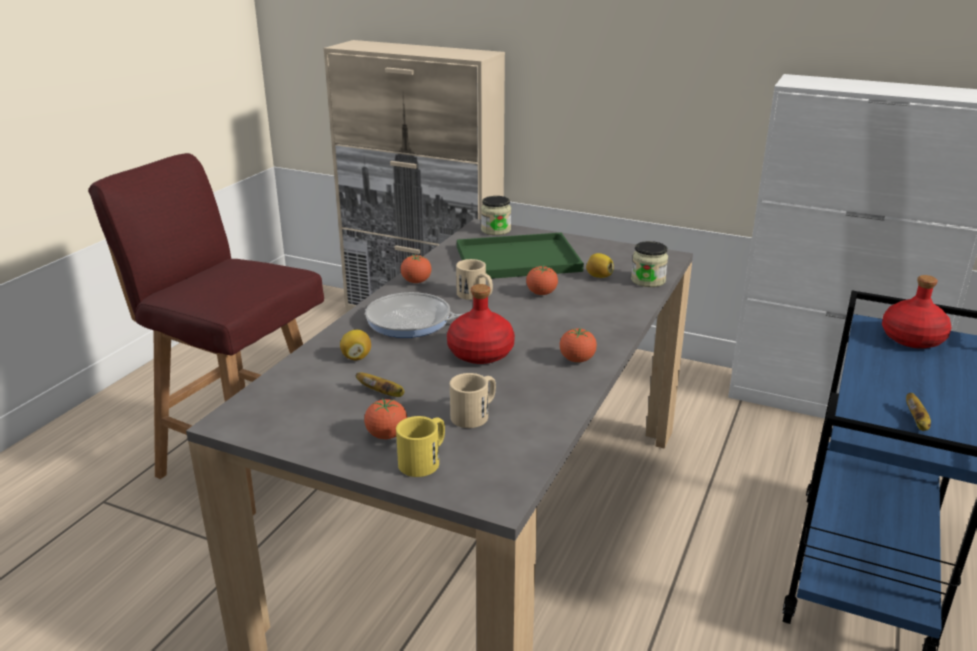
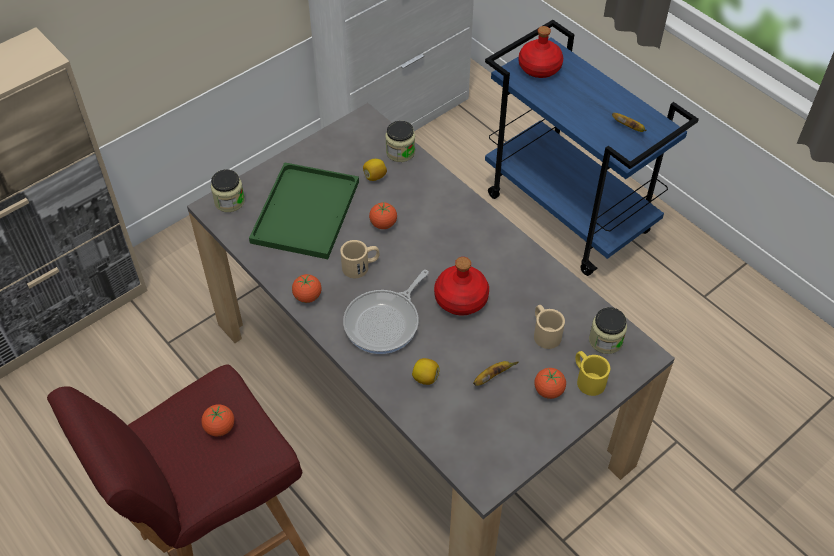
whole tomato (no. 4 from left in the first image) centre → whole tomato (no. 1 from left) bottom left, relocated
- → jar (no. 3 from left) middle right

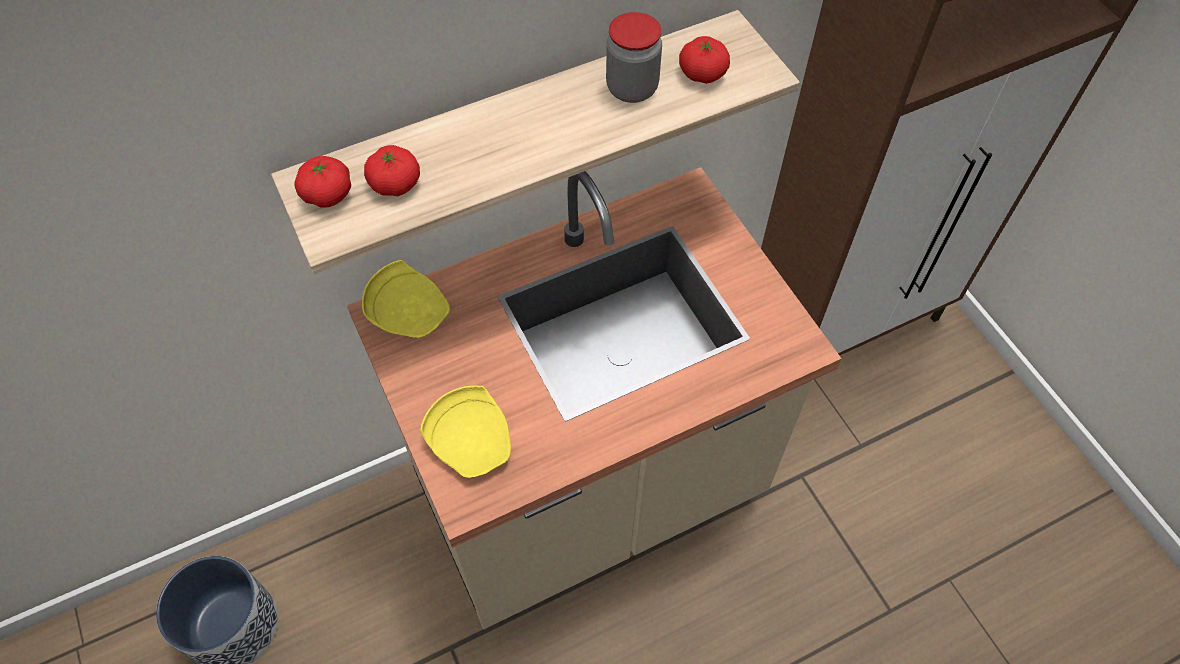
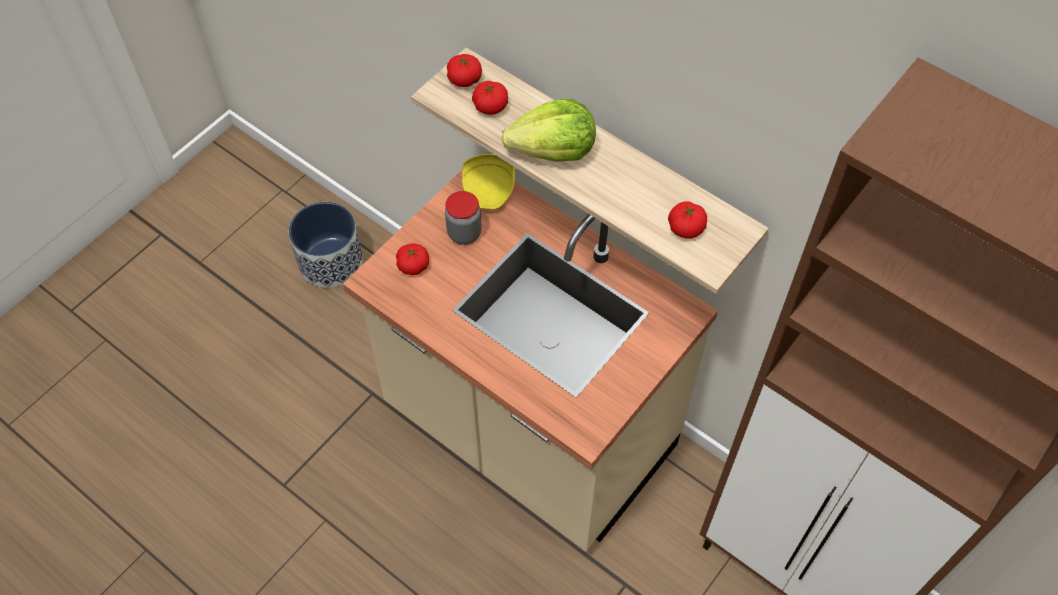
jar top centre → jar centre, relocated
yellow plate (no. 2 from left) centre → whole tomato (no. 1 from left) centre
- → lettuce top centre

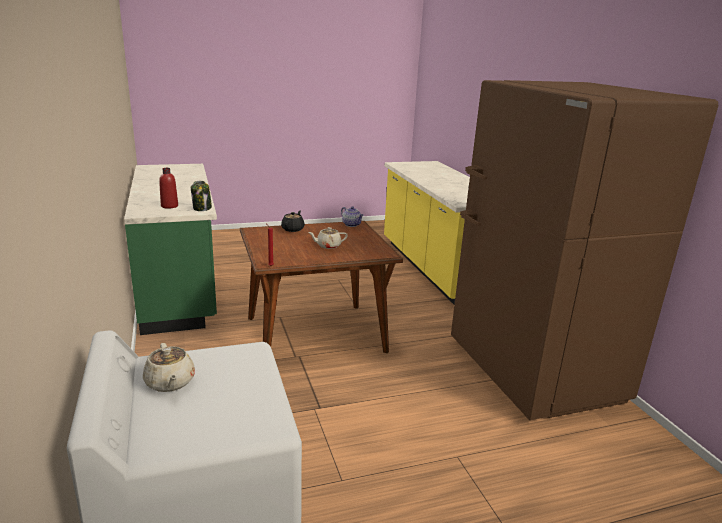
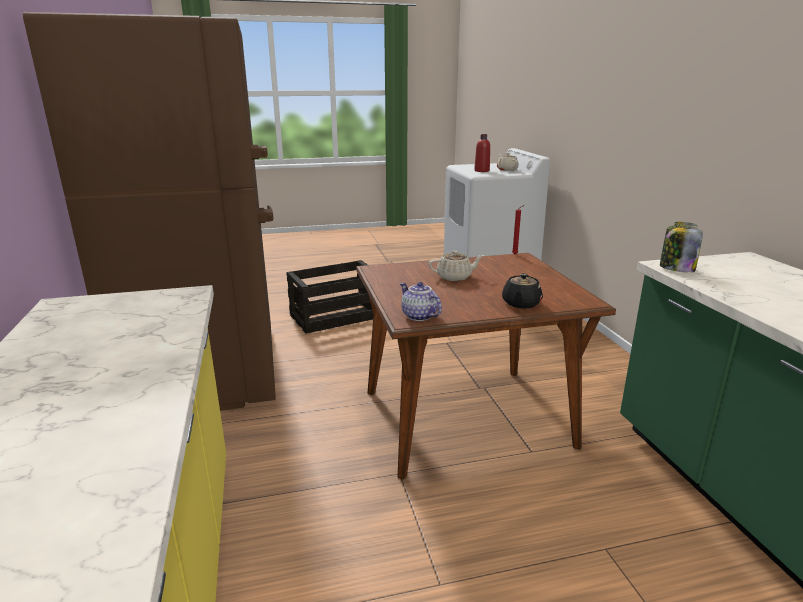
red beverage bottle middle left → red beverage bottle top centre, relocated
- → shipping crate centre

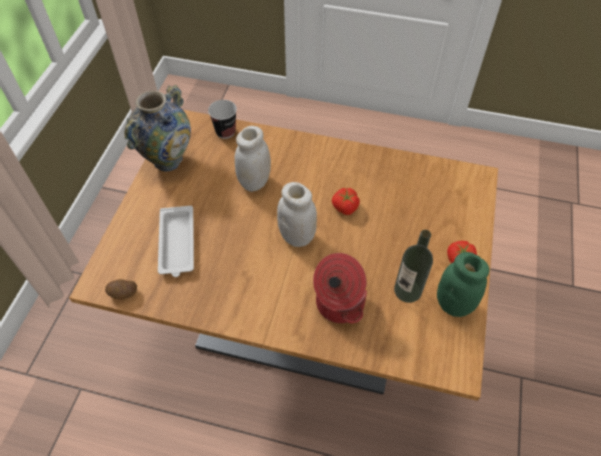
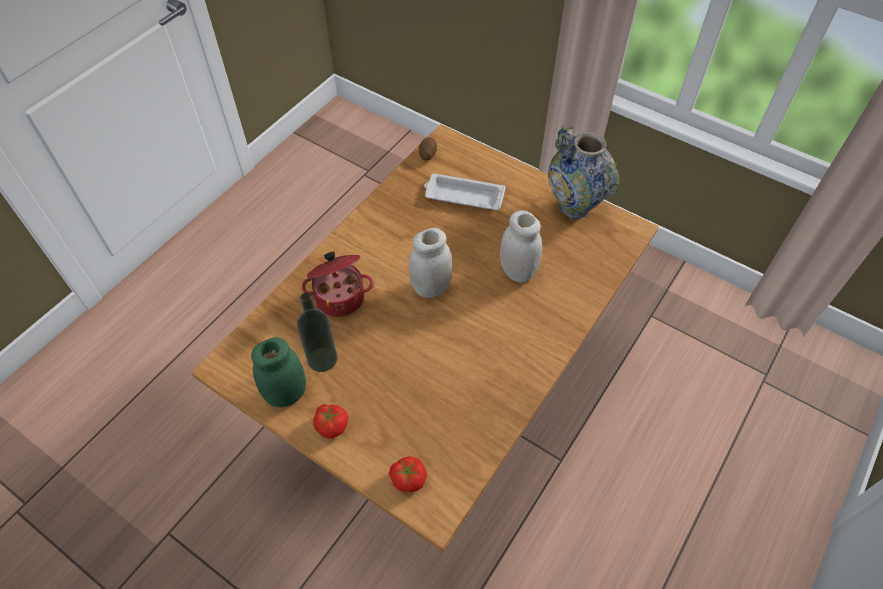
cup top centre → -
whole tomato (no. 1 from left in the first image) centre → whole tomato (no. 2 from left) bottom centre, relocated

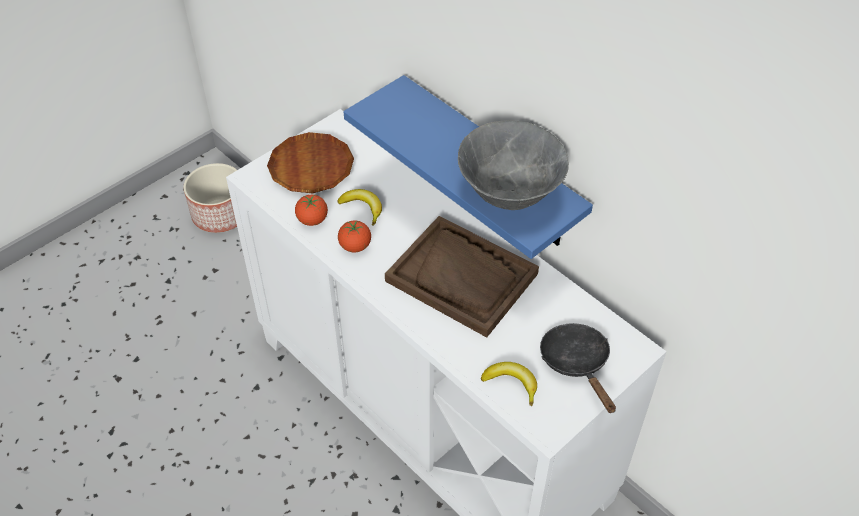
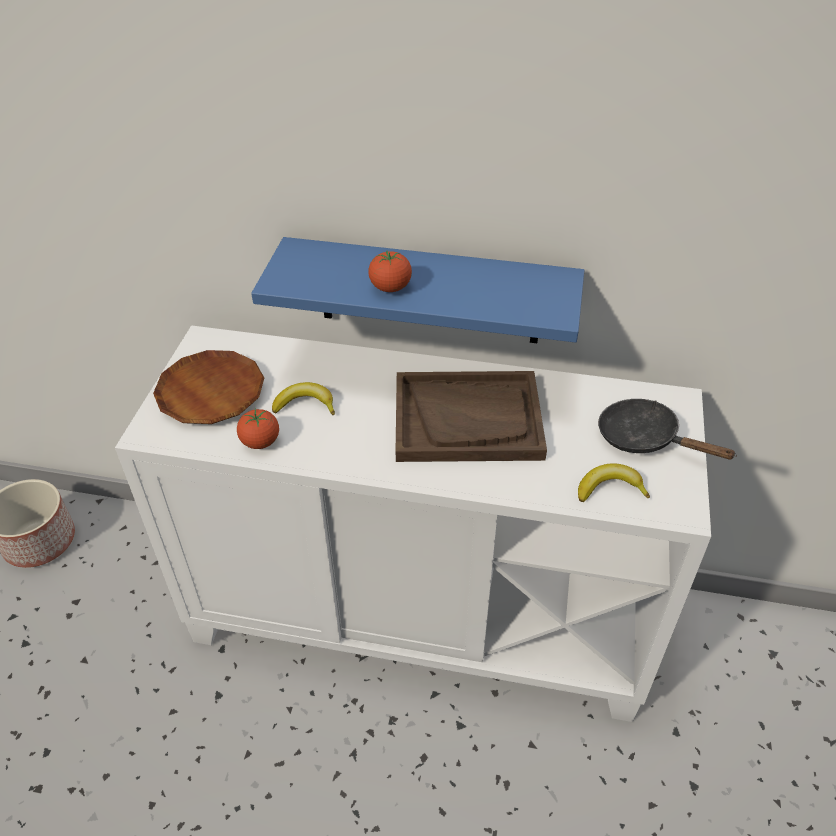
gray bowl top centre → -
whole tomato (no. 2 from left) centre → whole tomato (no. 2 from left) top centre, relocated

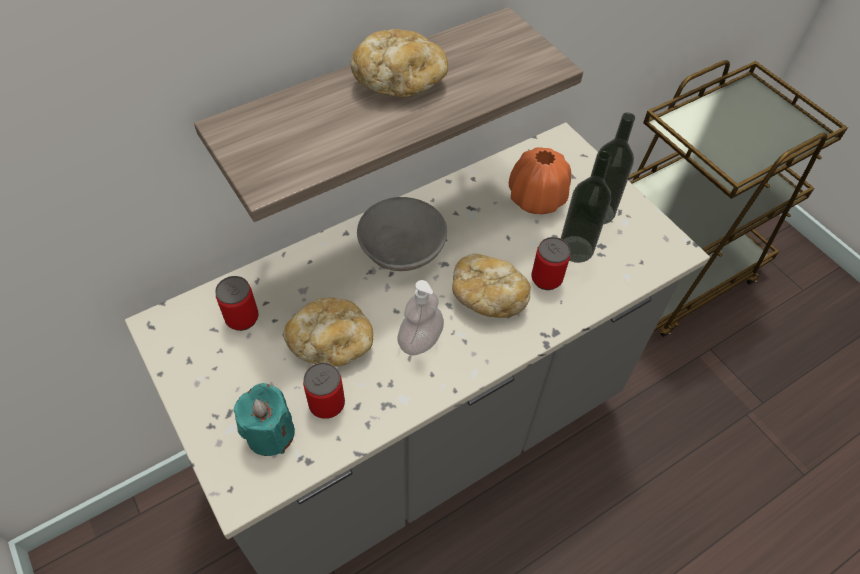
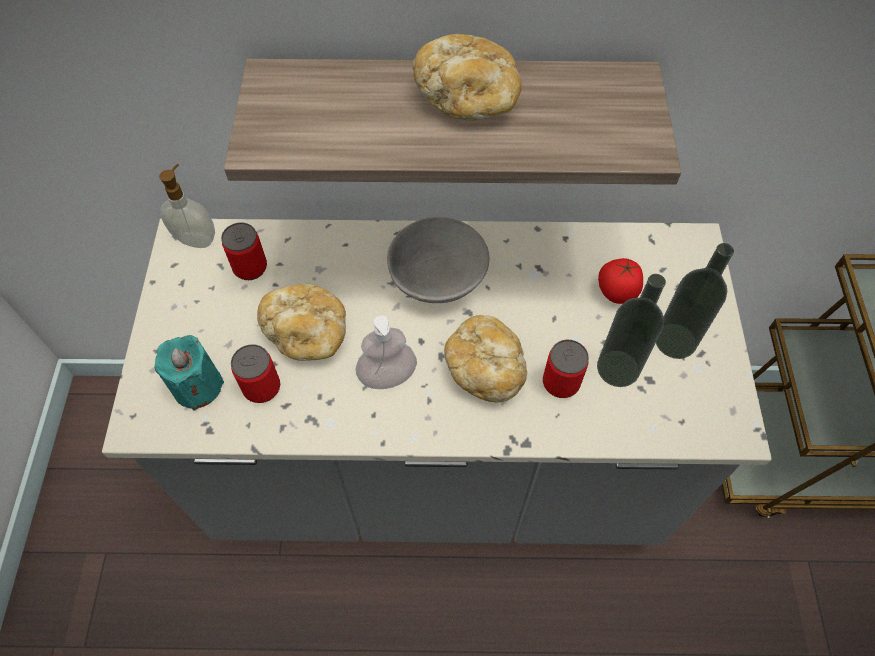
orangey flower vase top centre → whole tomato middle right
- → liquid soap bottle (no. 1 from left) top left

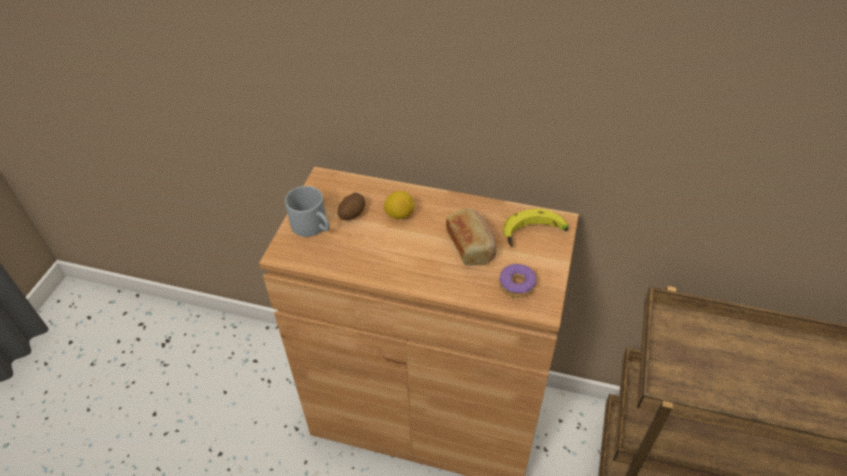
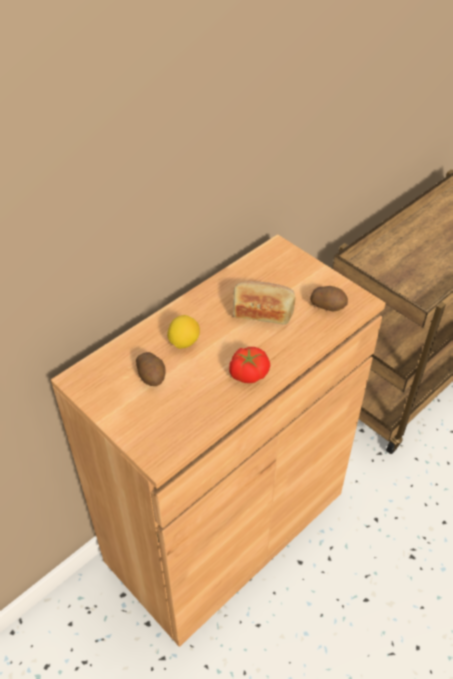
gray coffee mug centre → -
banana fruit centre → -
ring doughnut centre → whole potato (no. 2 from left) middle right
- → whole tomato centre

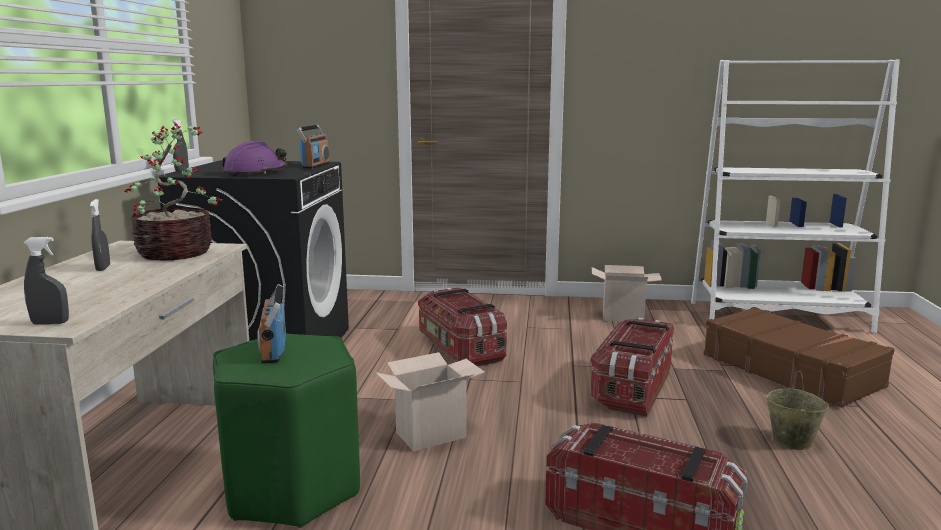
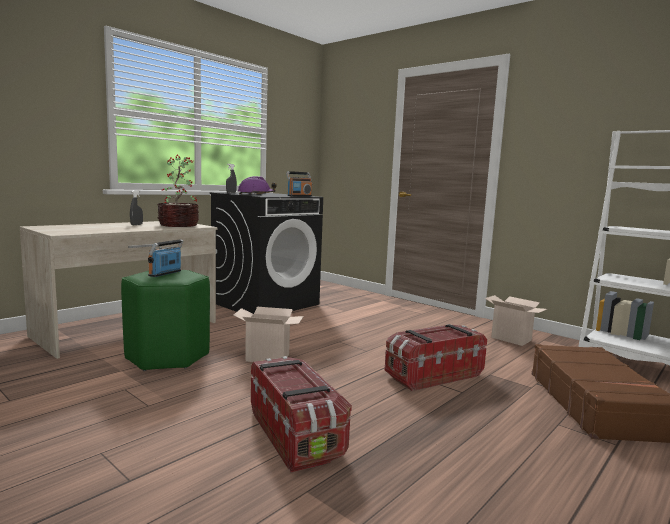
gray sprayer (no. 1 from left) middle left → -
storage box (no. 1 from left) centre → -
beige-coloured water bucket bottom right → -

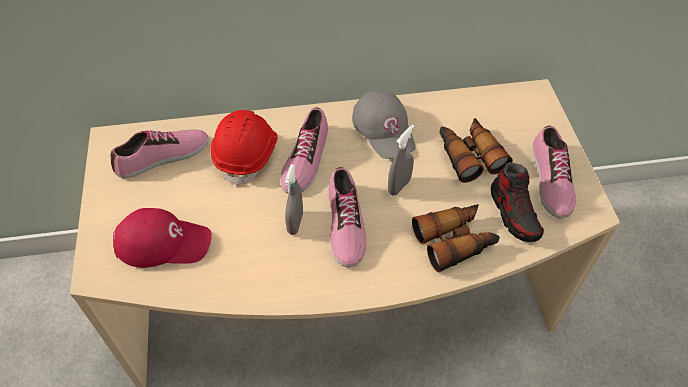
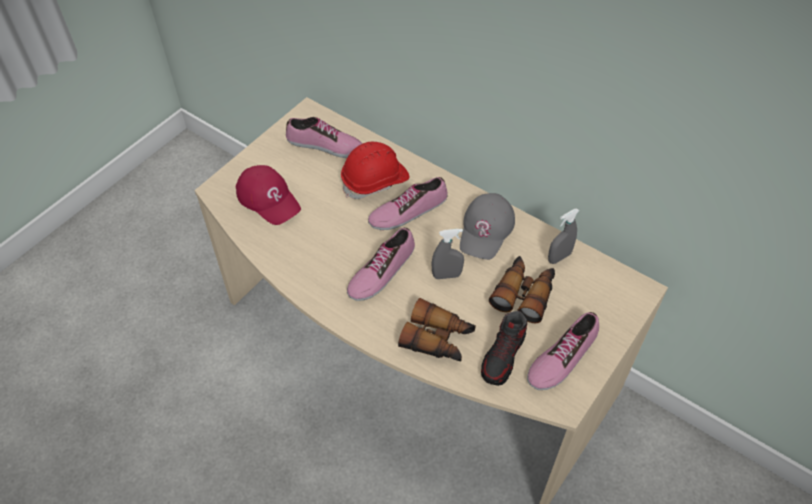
gray sprayer (no. 1 from left in the first image) centre → gray sprayer (no. 2 from left) middle right, relocated

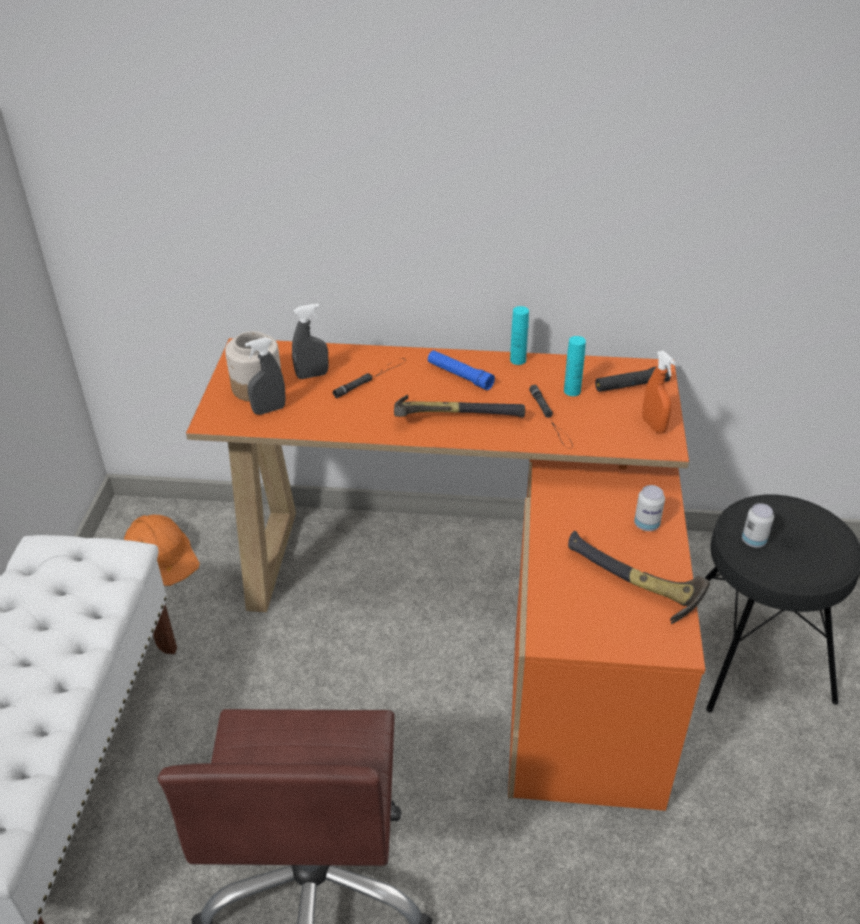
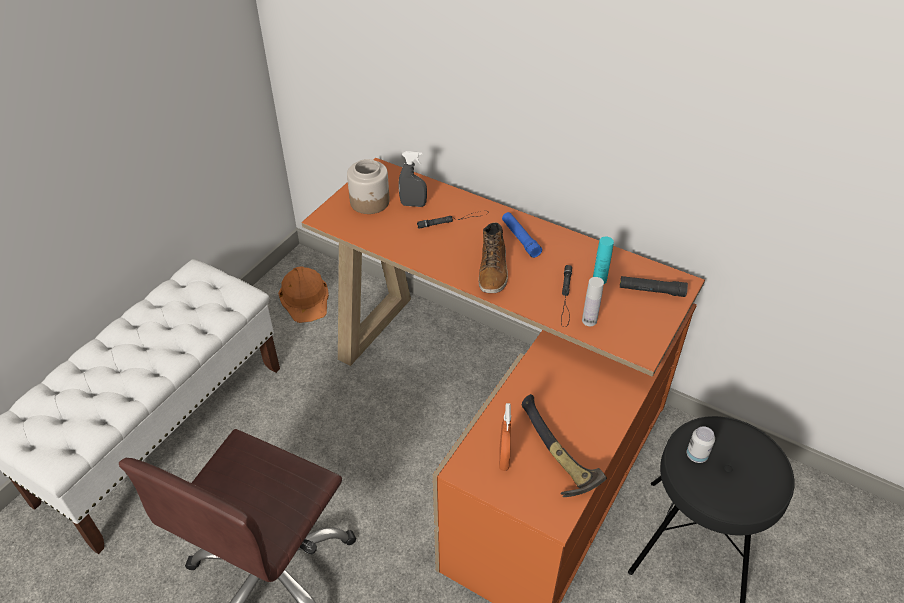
blue-green beverage bottle (no. 1 from left) centre → -
gray sprayer (no. 1 from left) middle left → -
orangey sprayer middle right → orangey sprayer bottom centre, relocated
hand hammer (no. 1 from left) centre → tall boot centre
metal can (no. 1 from left) middle right → -
- → white beverage bottle centre

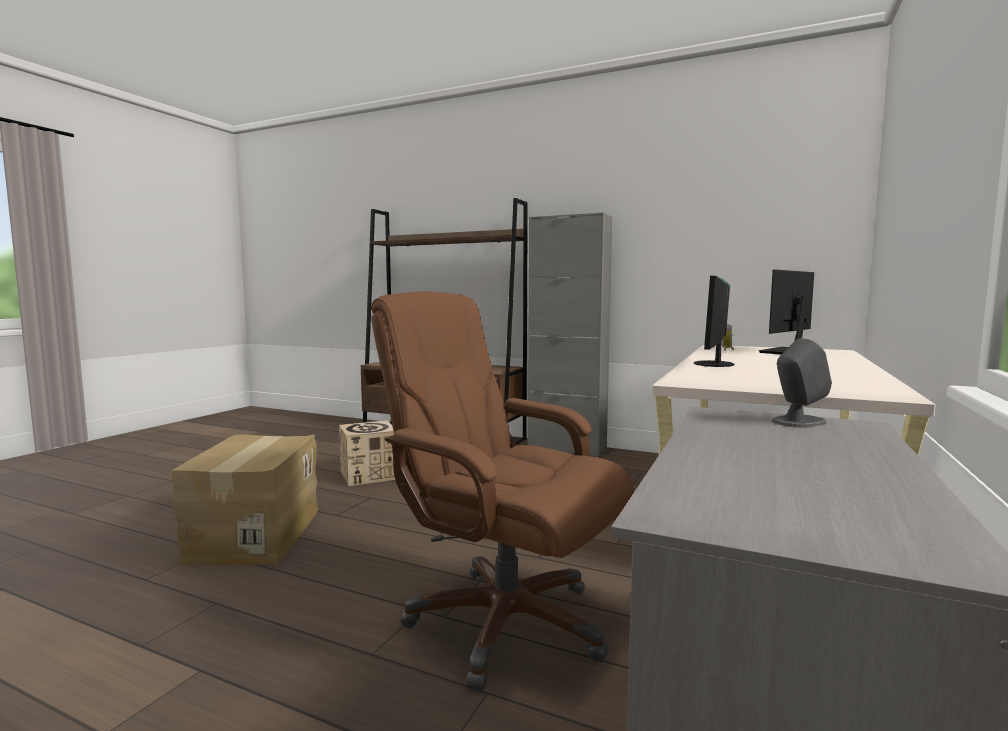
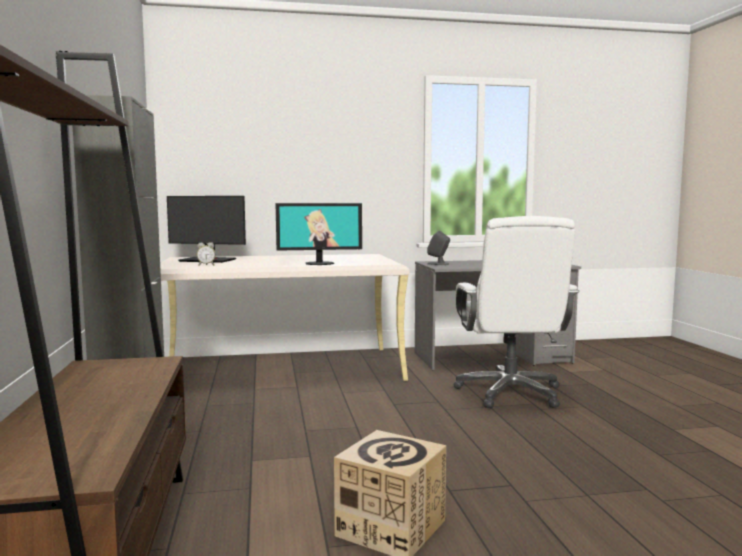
brownish desk chair bottom centre → white desk chair middle right
packing box (no. 1 from left) bottom left → -

